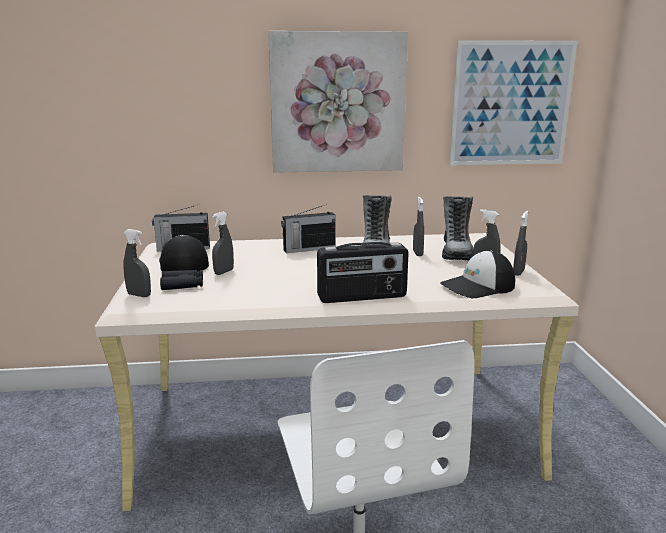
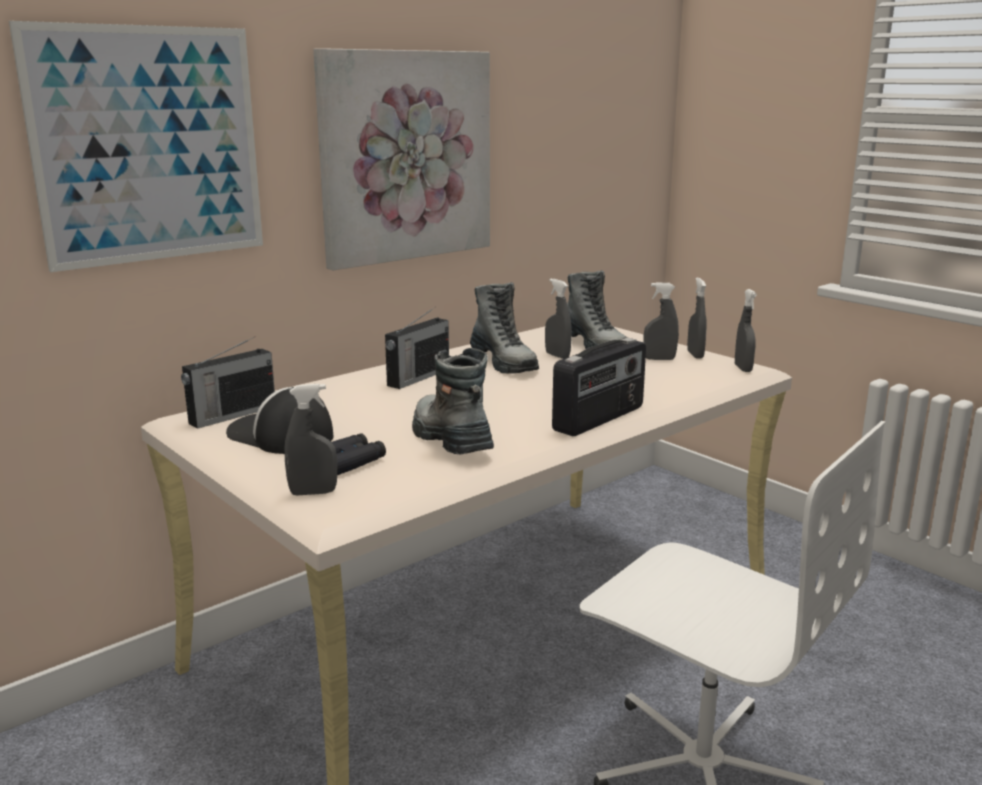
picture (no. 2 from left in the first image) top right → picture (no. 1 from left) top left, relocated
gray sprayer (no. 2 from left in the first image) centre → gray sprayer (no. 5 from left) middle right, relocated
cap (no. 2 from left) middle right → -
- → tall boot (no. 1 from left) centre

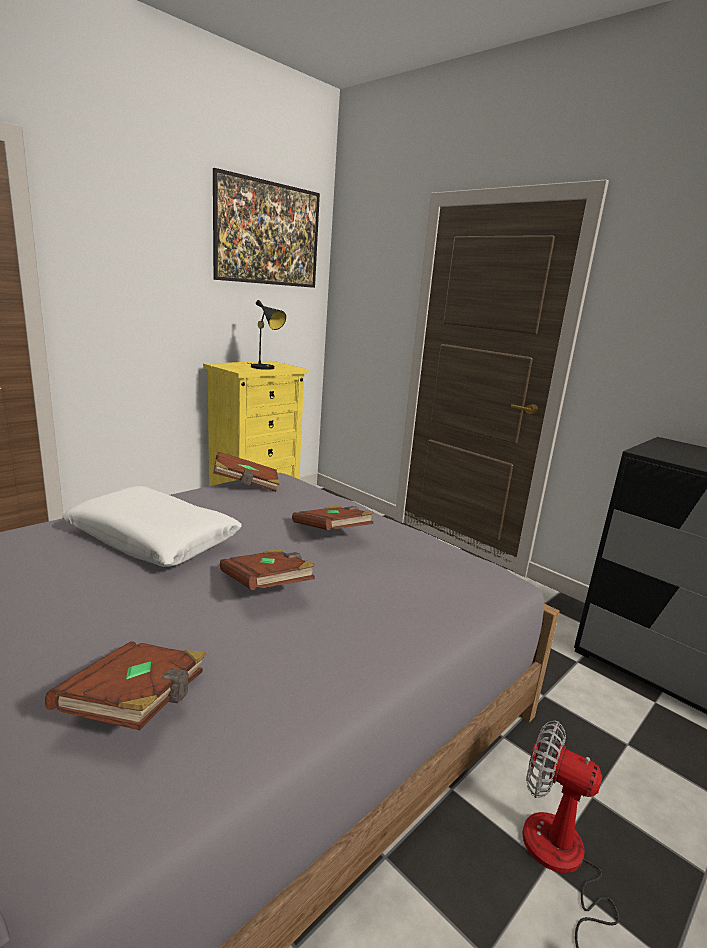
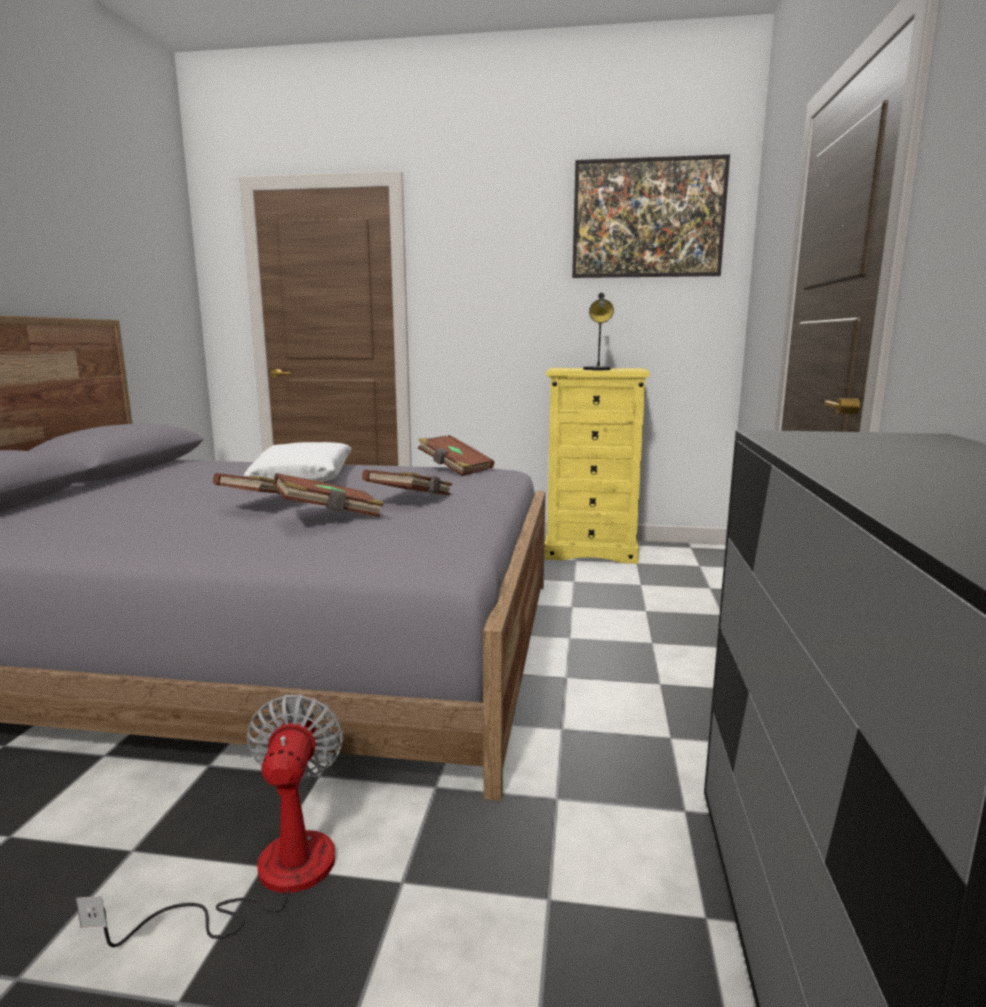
brownish bound book (no. 1 from left in the first image) bottom left → brownish bound book (no. 2 from left) middle left, relocated

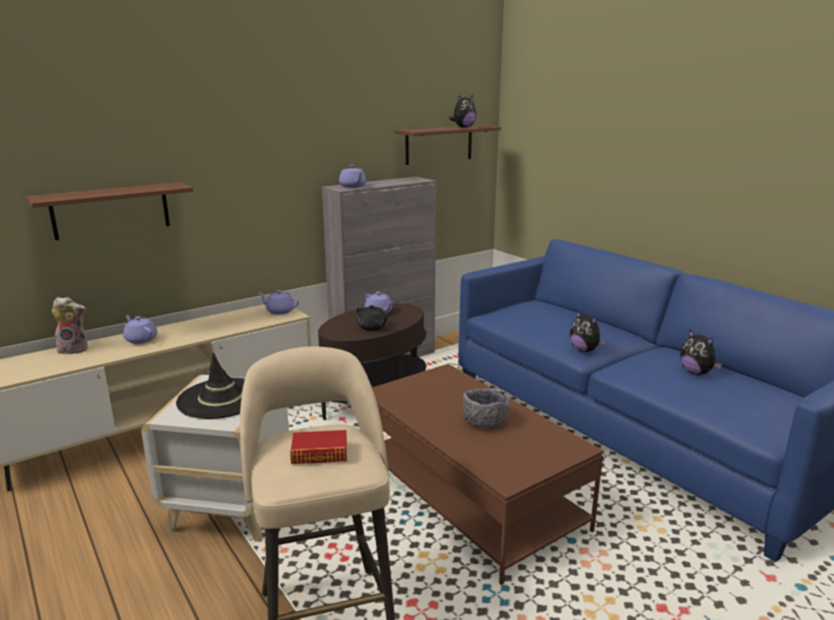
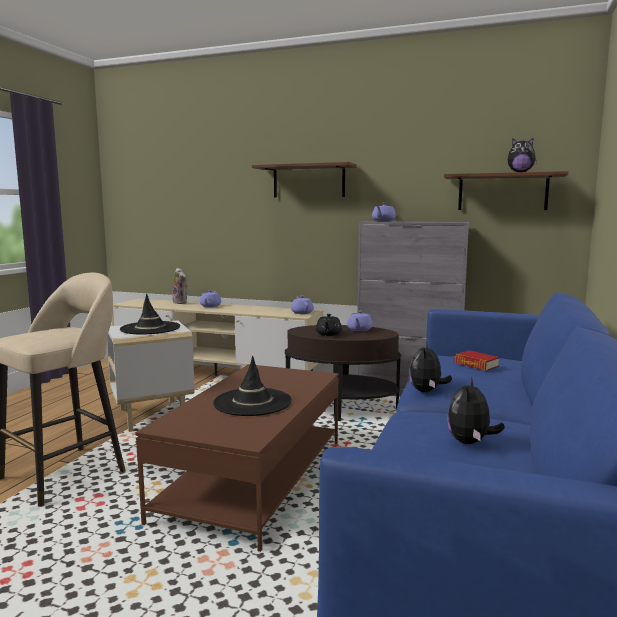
brownish shelf (no. 1 from left) middle left → brownish shelf (no. 1 from left) top centre, relocated
gray bowl centre → black clothing hat (no. 2 from left) centre
bound book bottom centre → bound book middle right, relocated

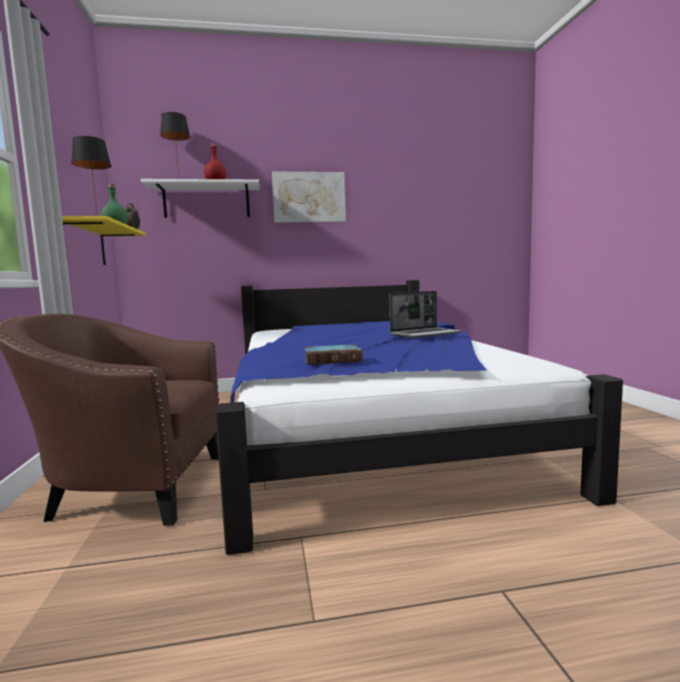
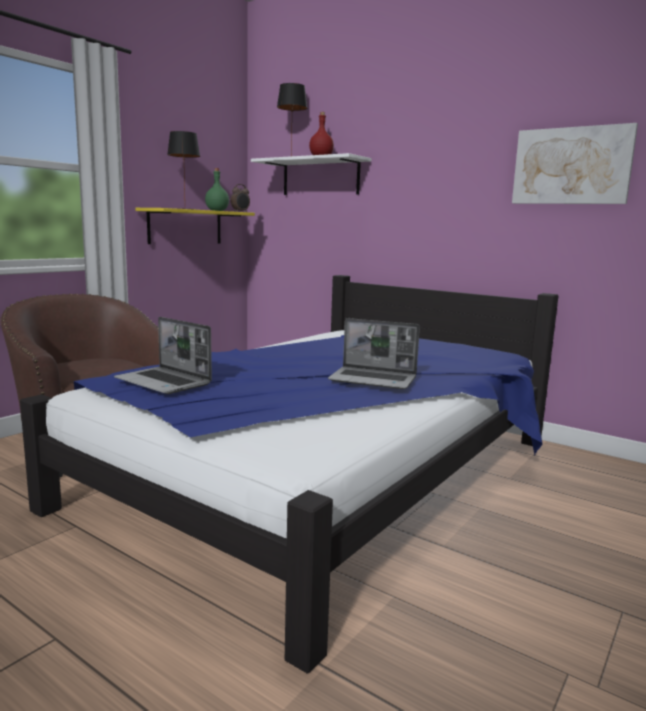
picture top centre → picture top right, relocated
bound book centre → laptop (no. 1 from left) middle left

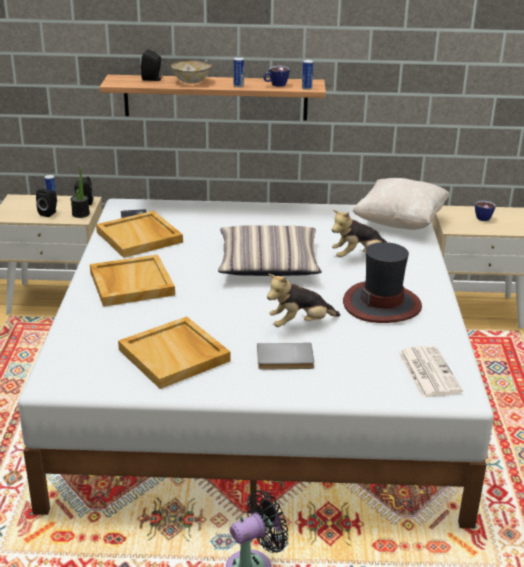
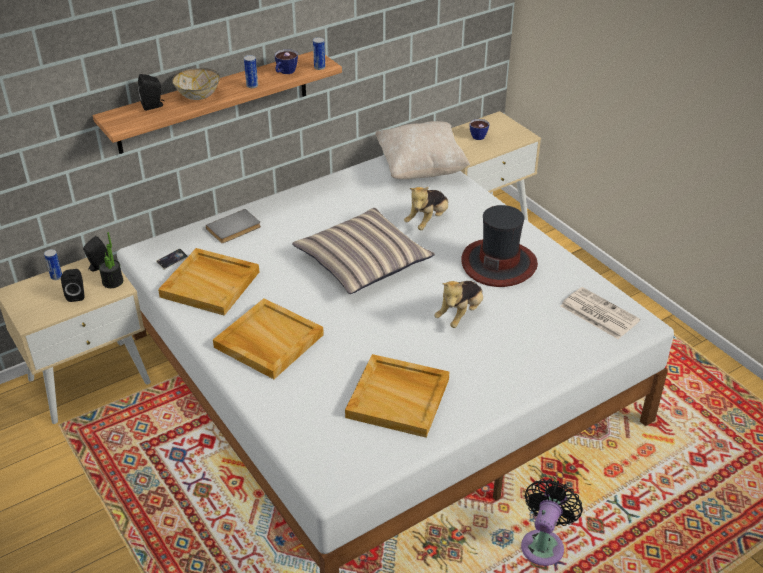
gray bound book centre → gray bound book middle left, relocated

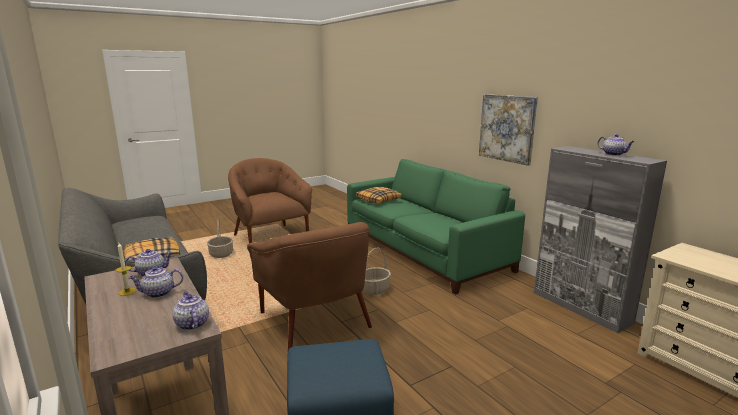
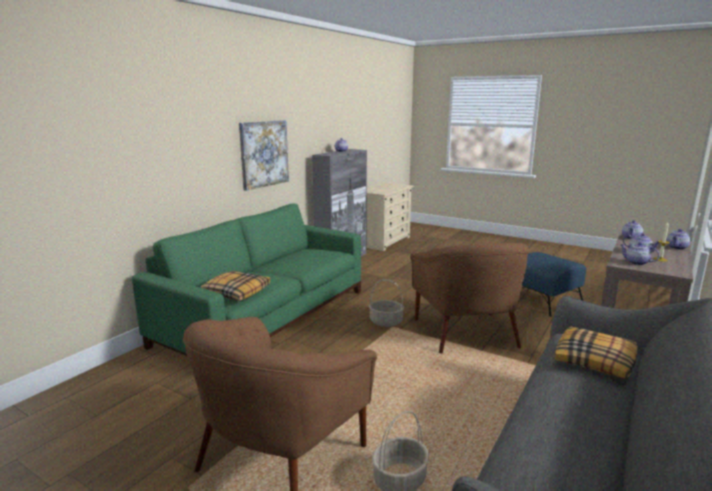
brownish armchair (no. 2 from left) bottom centre → brownish armchair (no. 2 from left) centre, 135 degrees clockwise
- → teapot (no. 5 from left) middle right

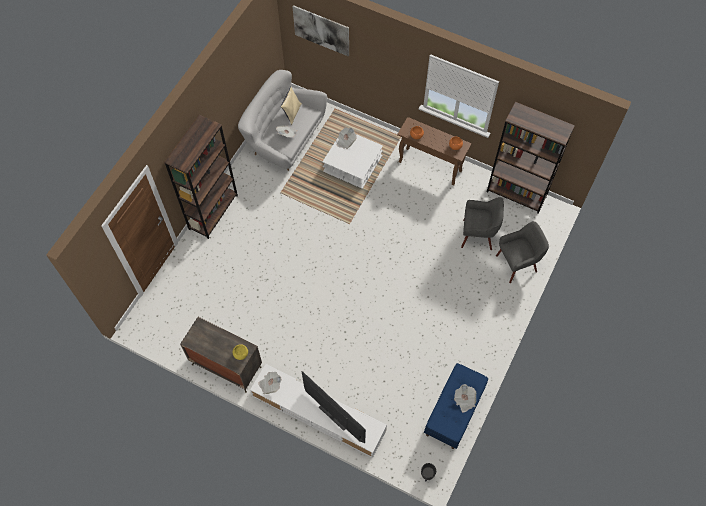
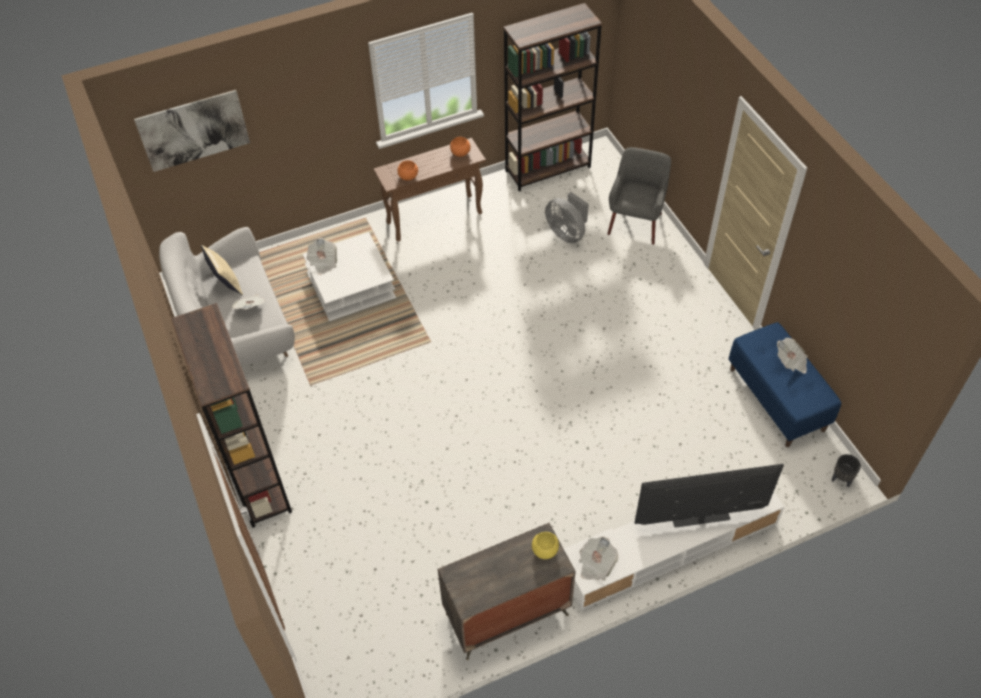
gray armchair (no. 1 from left) middle right → gray cooling fan top centre

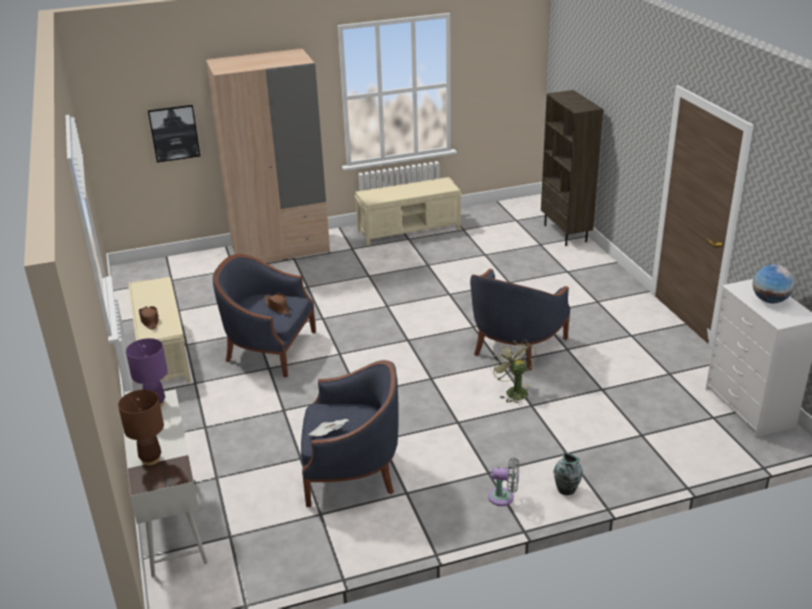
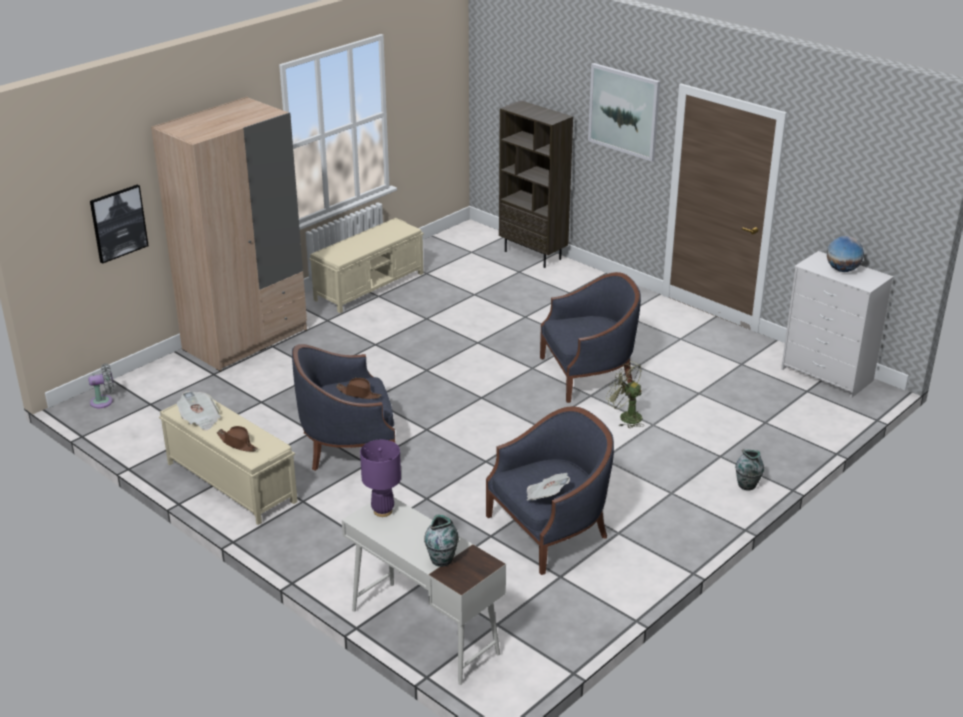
bluish armchair (no. 3 from left) centre, 105 degrees counterclockwise
brownish tabletop lamp bottom left → flower vase (no. 1 from left) bottom centre
gray cooling fan bottom centre → gray cooling fan middle left, relocated
- → picture (no. 2 from left) top centre
- → newspaper (no. 1 from left) middle left

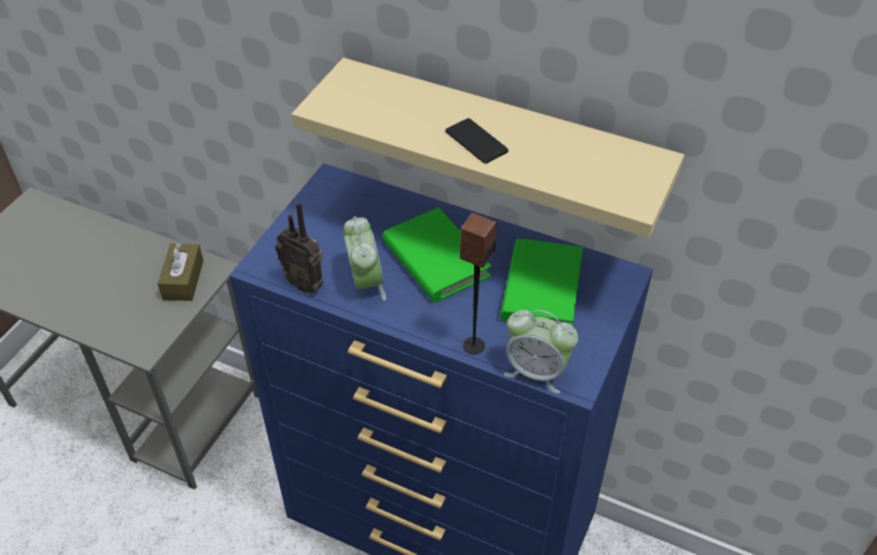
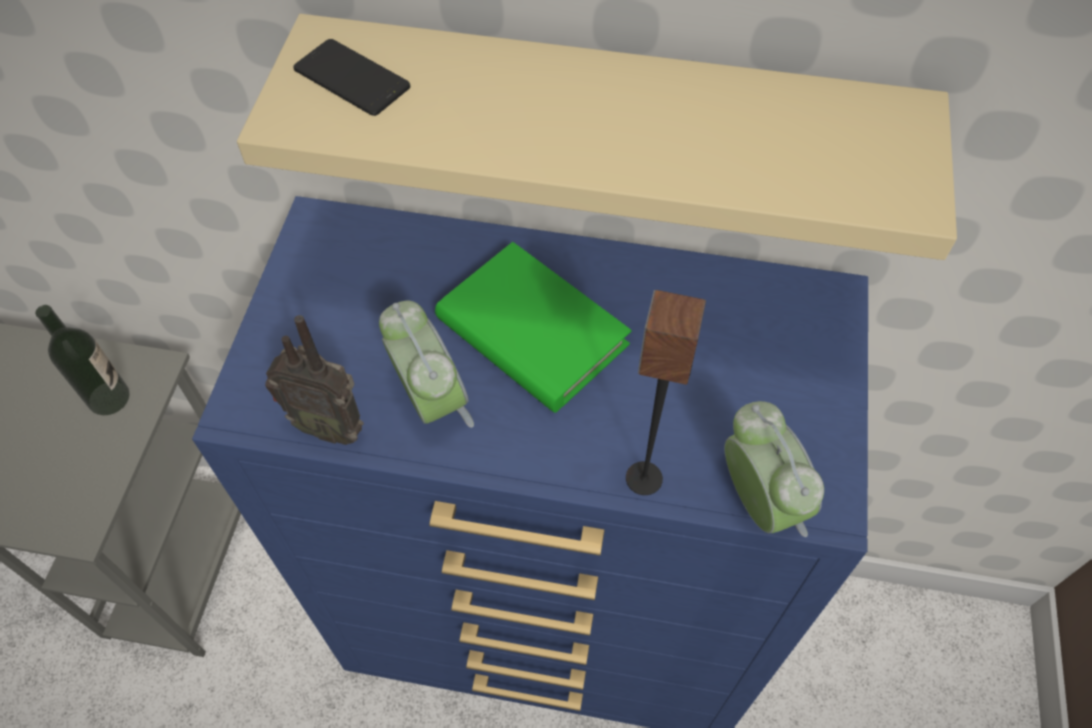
telephone top centre → telephone top left, relocated
green bound book (no. 2 from left) centre → -
brownish tissue box middle left → beverage bottle middle left
bedside clock (no. 2 from left) centre → bedside clock (no. 2 from left) middle right, 120 degrees counterclockwise

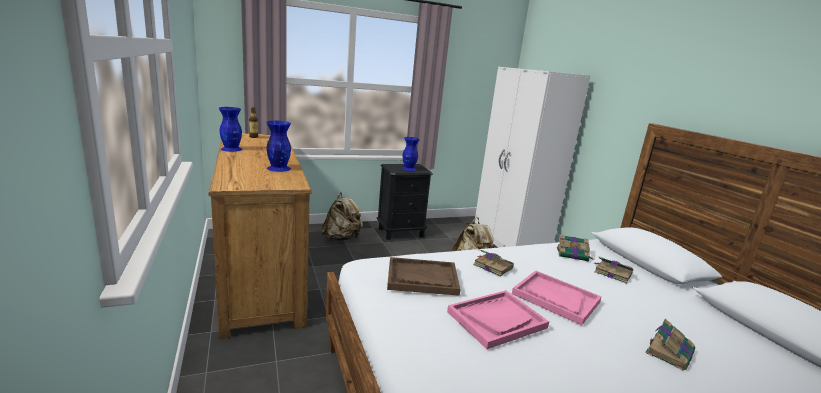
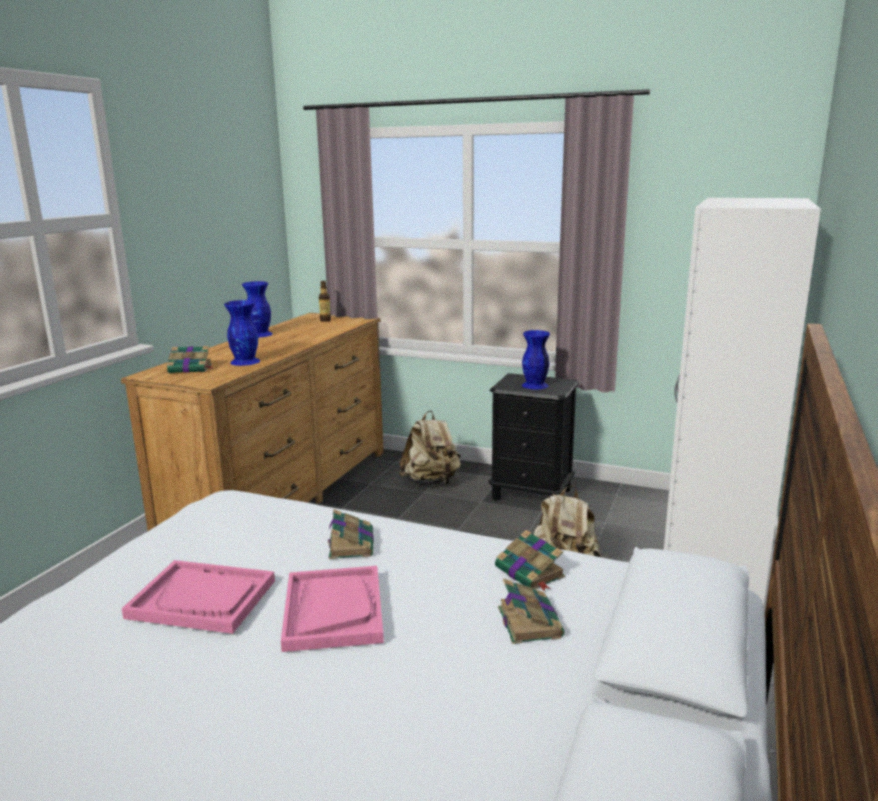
brownish serving tray bottom centre → -
bound book (no. 4 from left in the first image) bottom right → bound book (no. 1 from left) middle left, relocated

